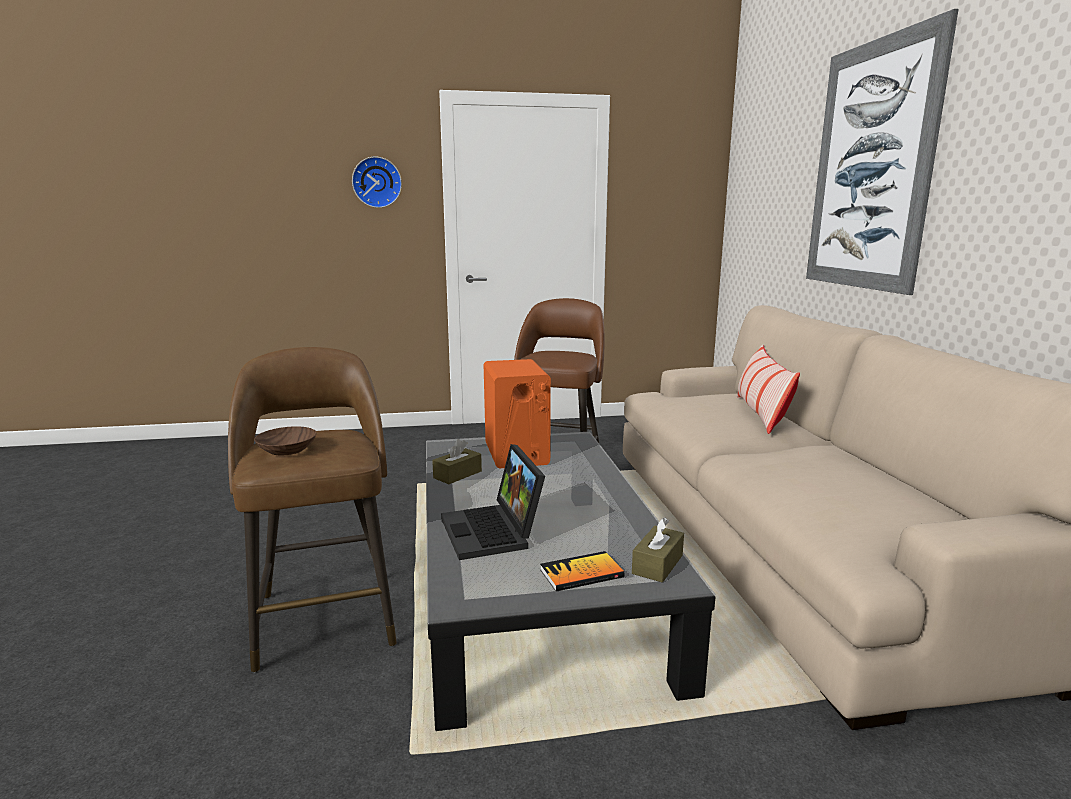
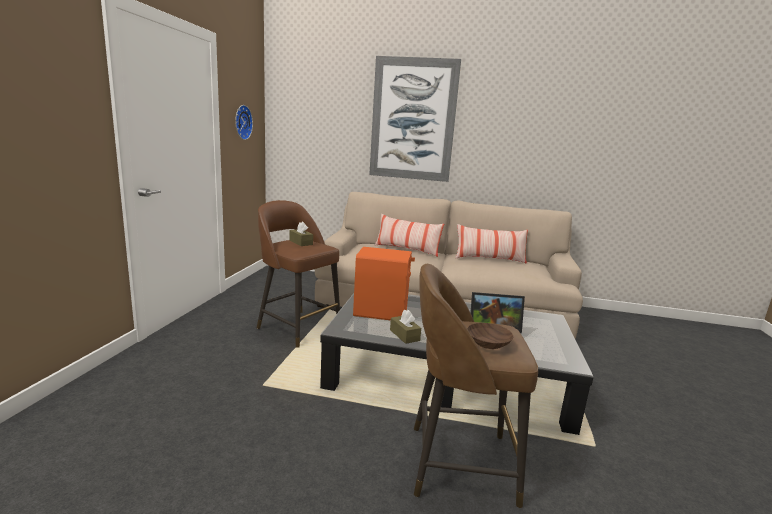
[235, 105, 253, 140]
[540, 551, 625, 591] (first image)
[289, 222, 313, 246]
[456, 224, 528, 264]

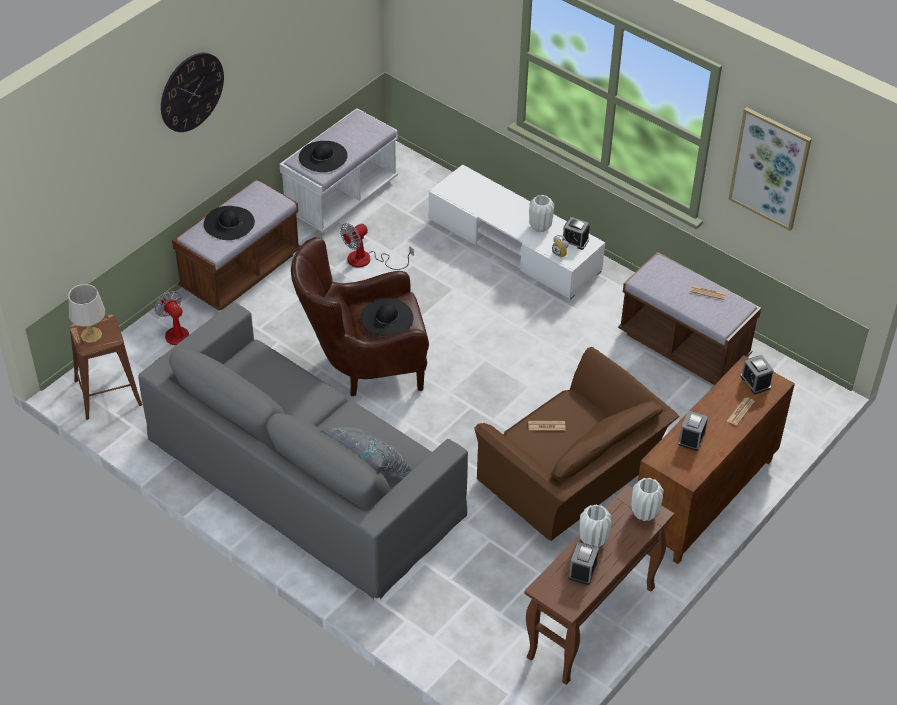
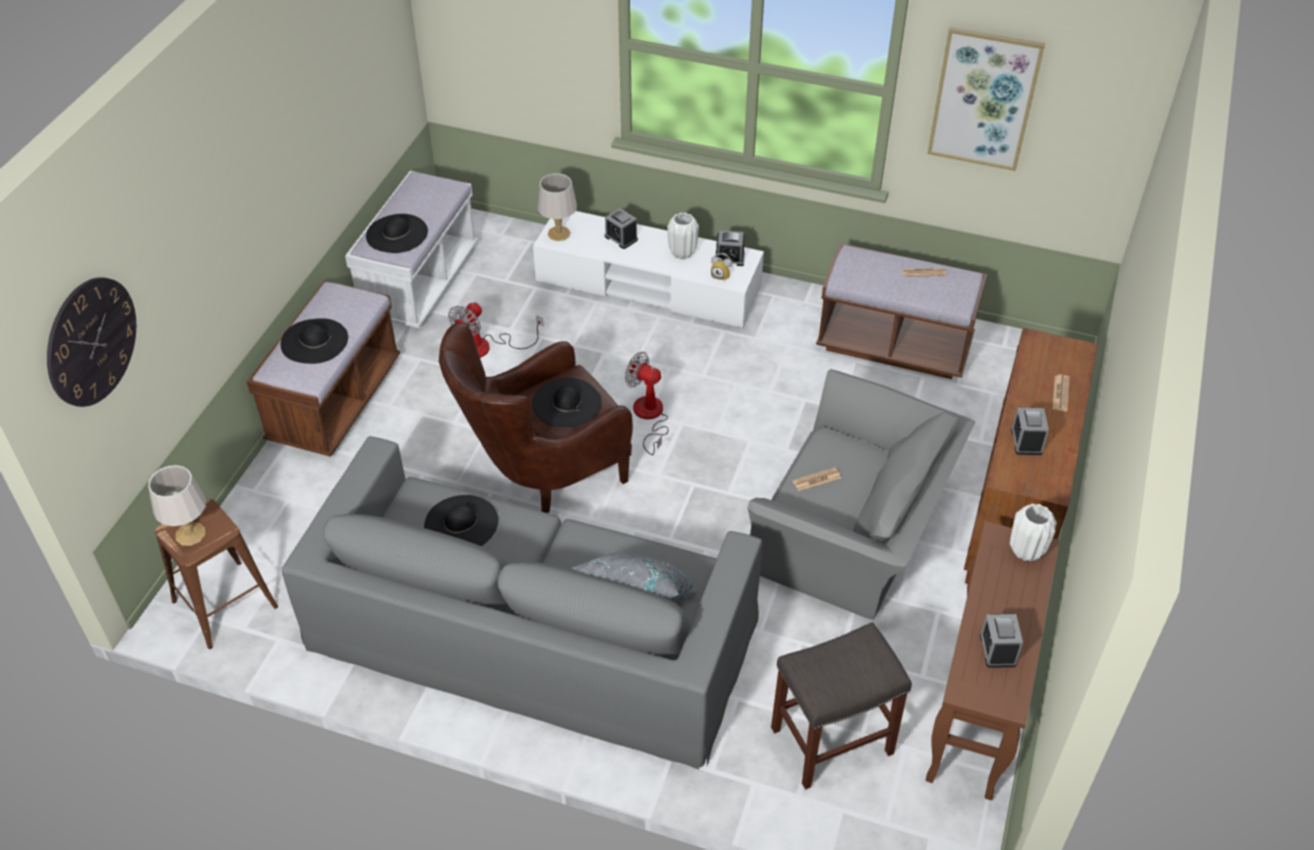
[625, 352, 668, 455]
[47, 277, 136, 407]
[747, 369, 975, 620]
[580, 504, 612, 547] (first image)
[605, 208, 638, 249]
[424, 495, 498, 546]
[538, 173, 577, 241]
[771, 622, 912, 790]

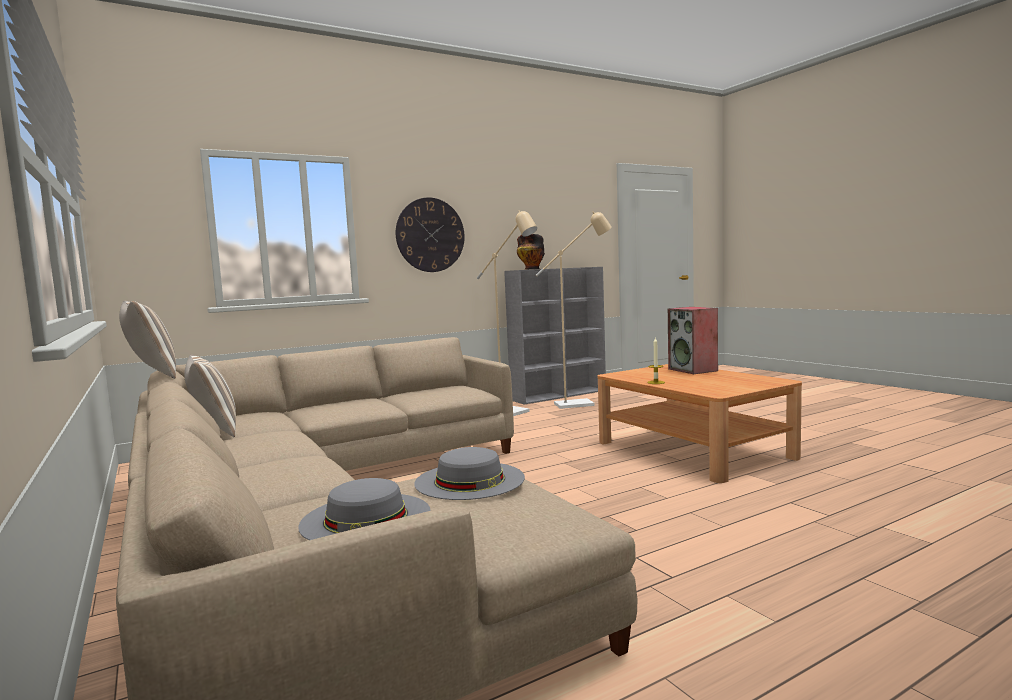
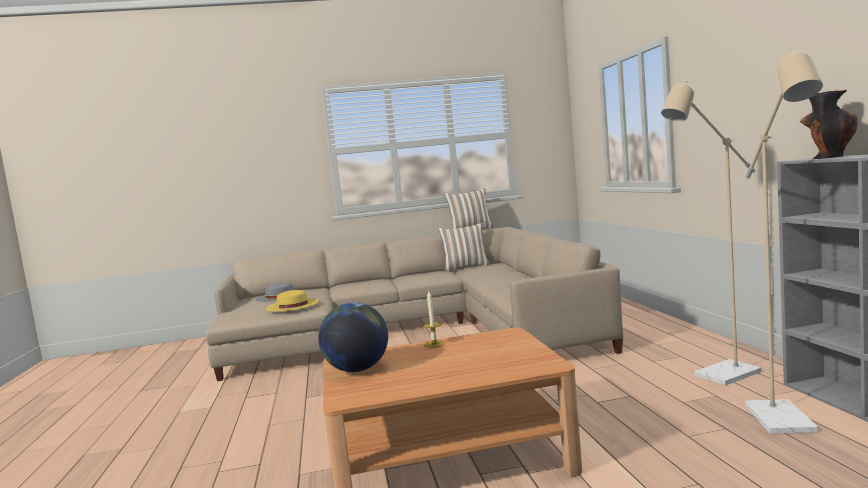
[396, 197, 465, 272] (first image)
[266, 290, 319, 312]
[668, 307, 718, 374] (first image)
[318, 302, 388, 372]

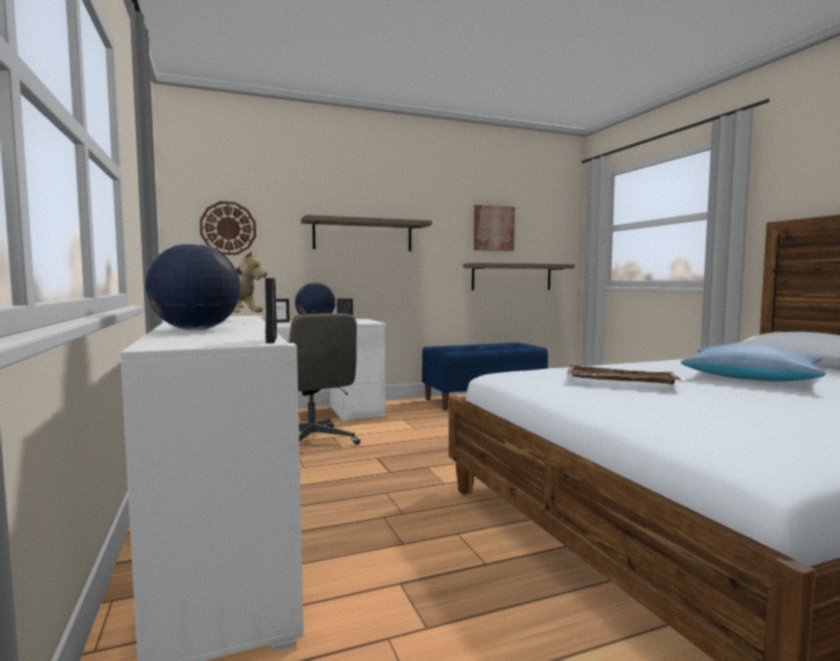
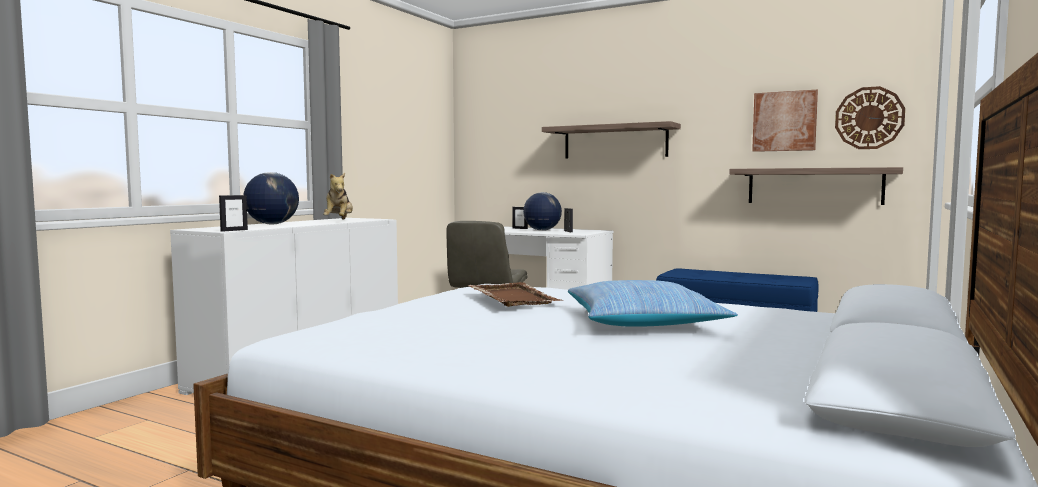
[835, 86, 905, 149]

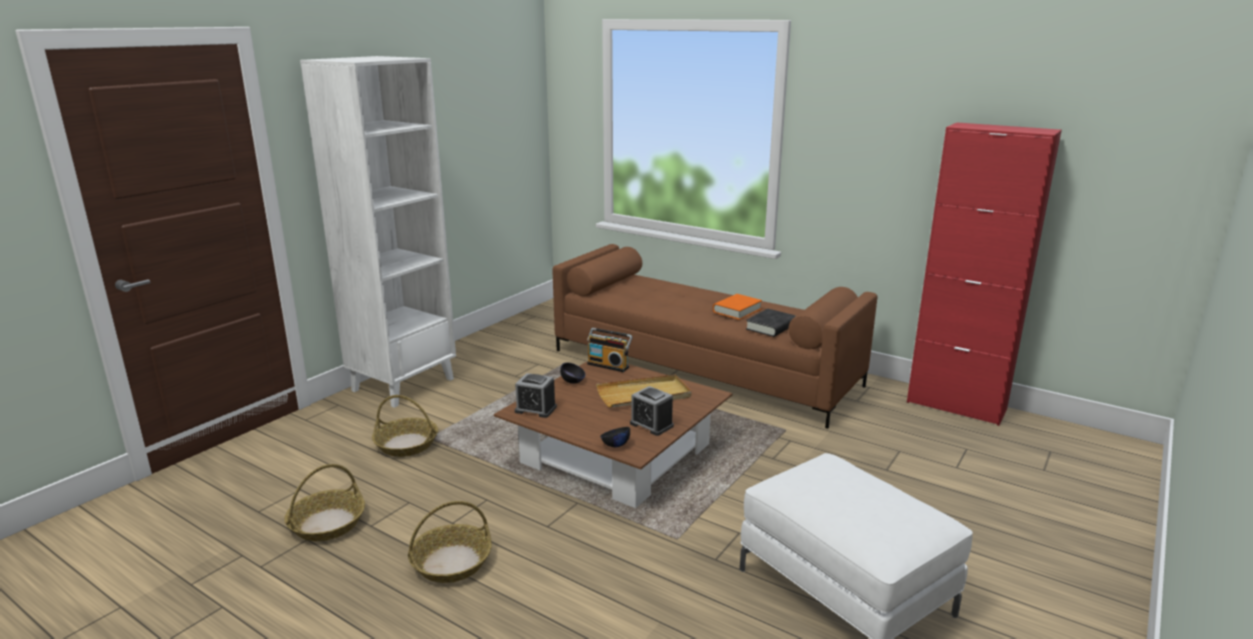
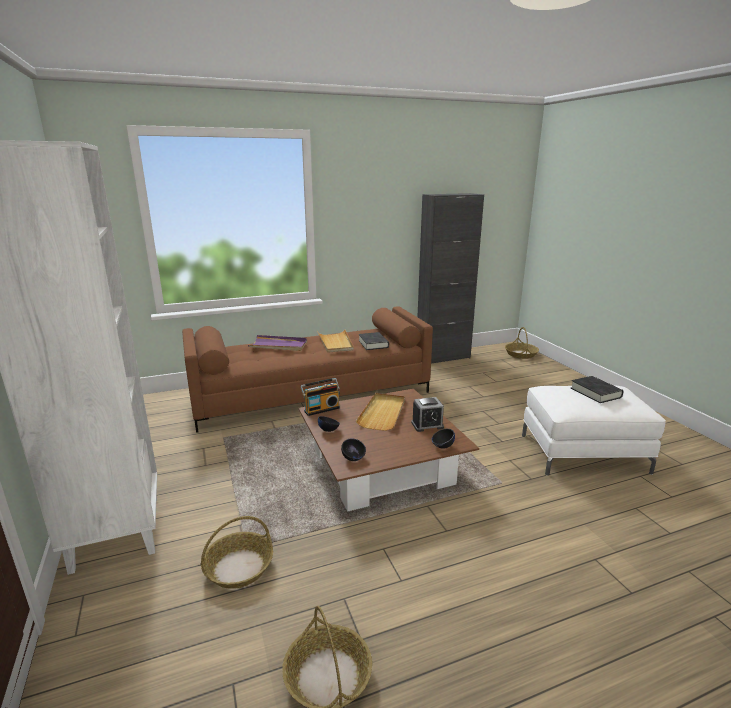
[505, 327, 539, 359]
[341, 438, 366, 461]
[317, 329, 354, 353]
[417, 193, 484, 364]
[248, 335, 307, 351]
[571, 376, 624, 403]

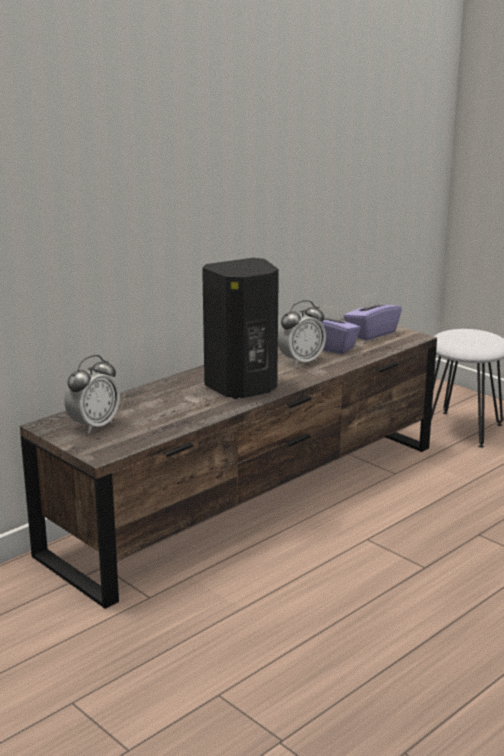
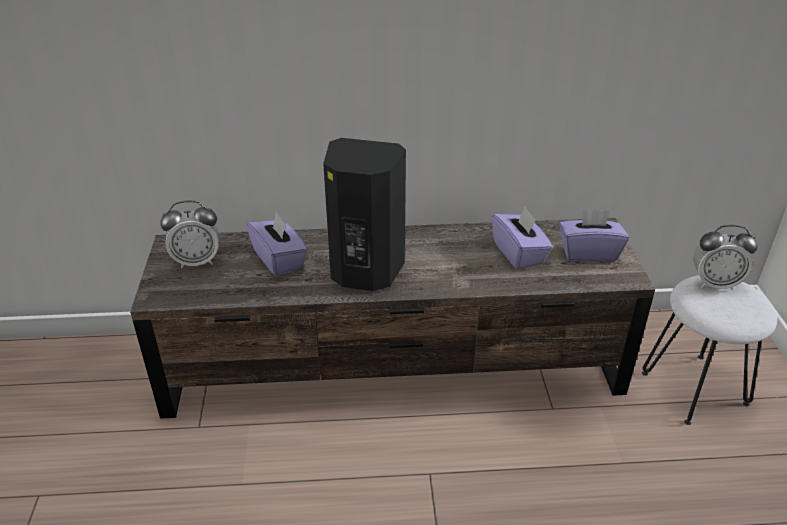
[693, 225, 758, 290]
[247, 211, 308, 276]

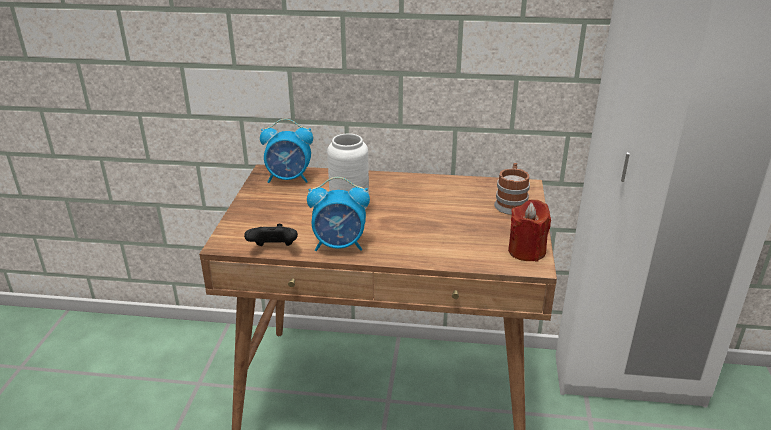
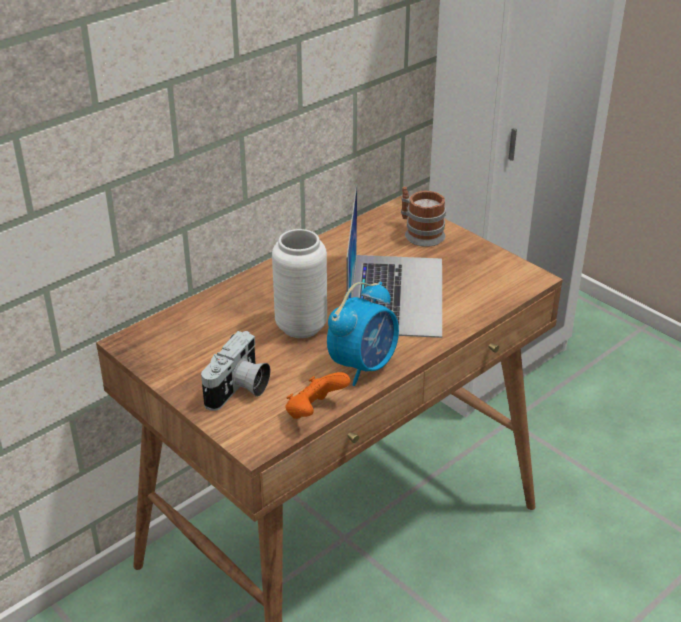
[285, 372, 350, 419]
[260, 119, 313, 183] (first image)
[508, 199, 551, 262] (first image)
[201, 331, 270, 411]
[346, 184, 442, 338]

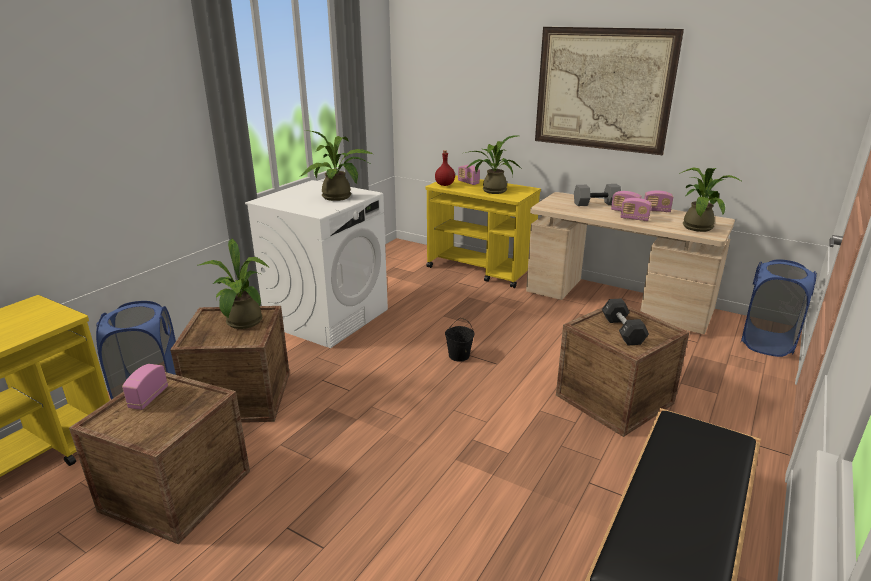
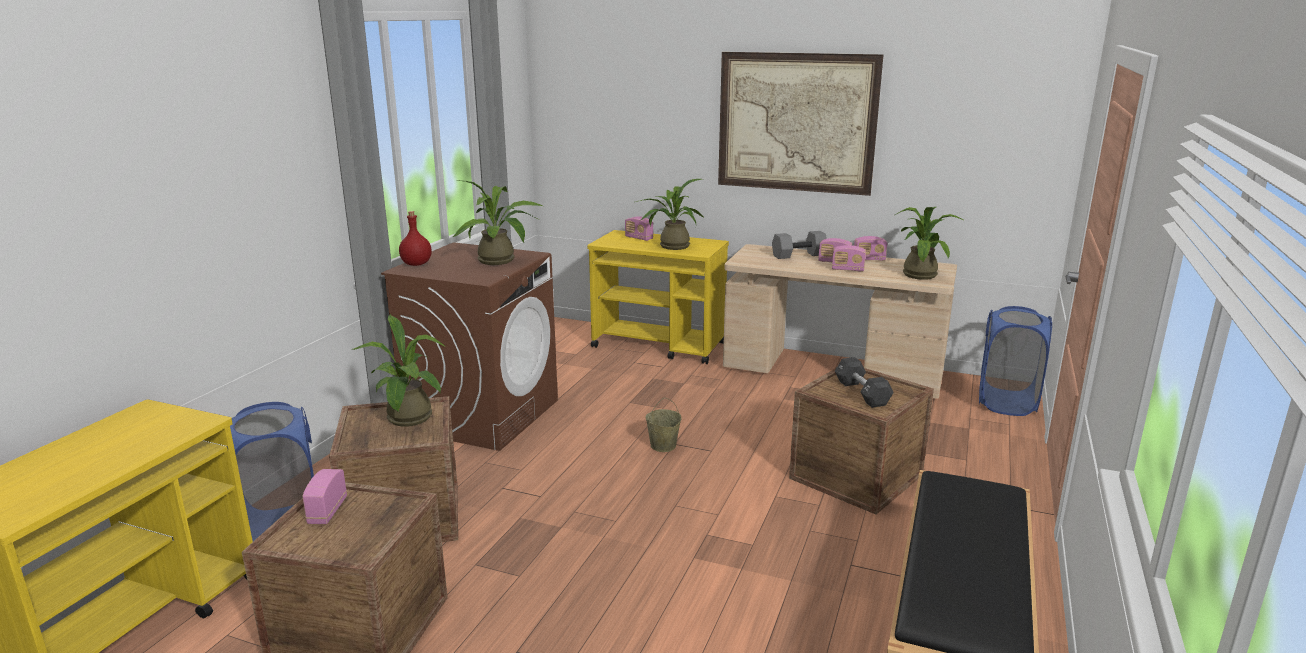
[381, 242, 558, 451]
[399, 211, 432, 266]
[646, 398, 682, 452]

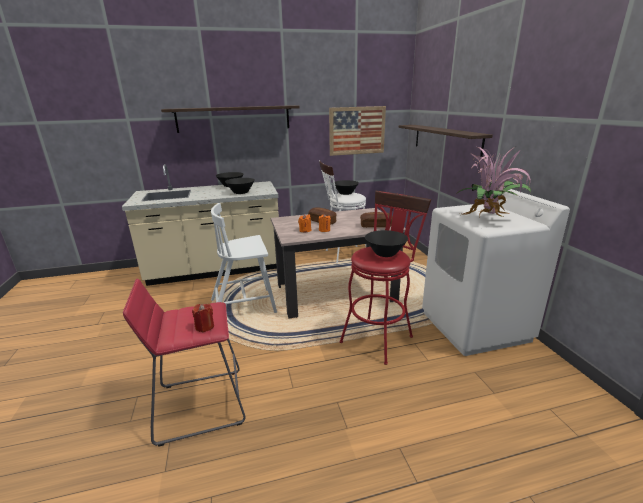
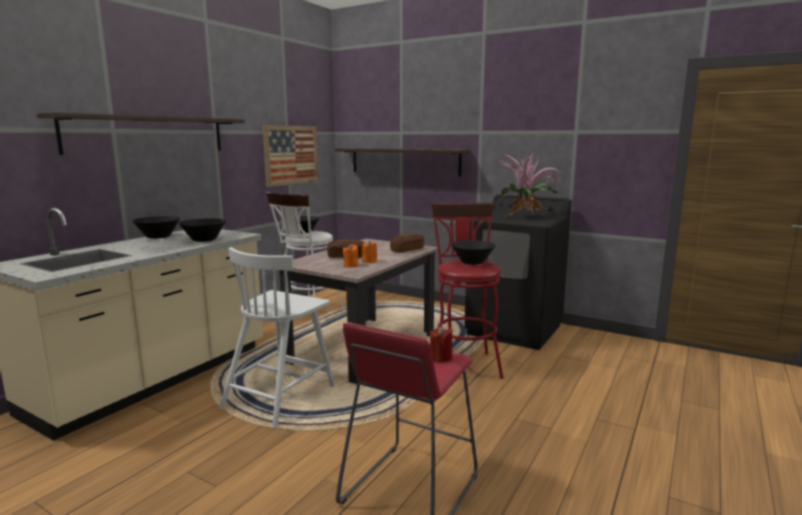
[465, 194, 572, 350]

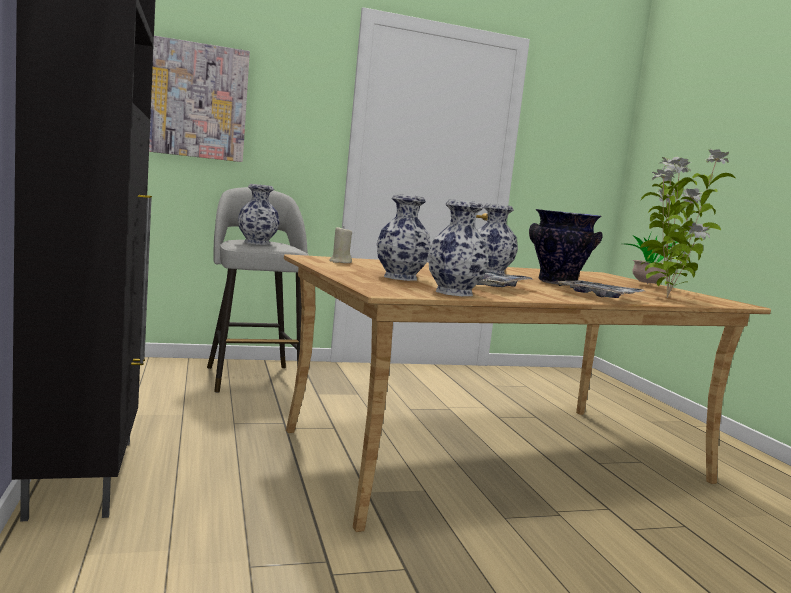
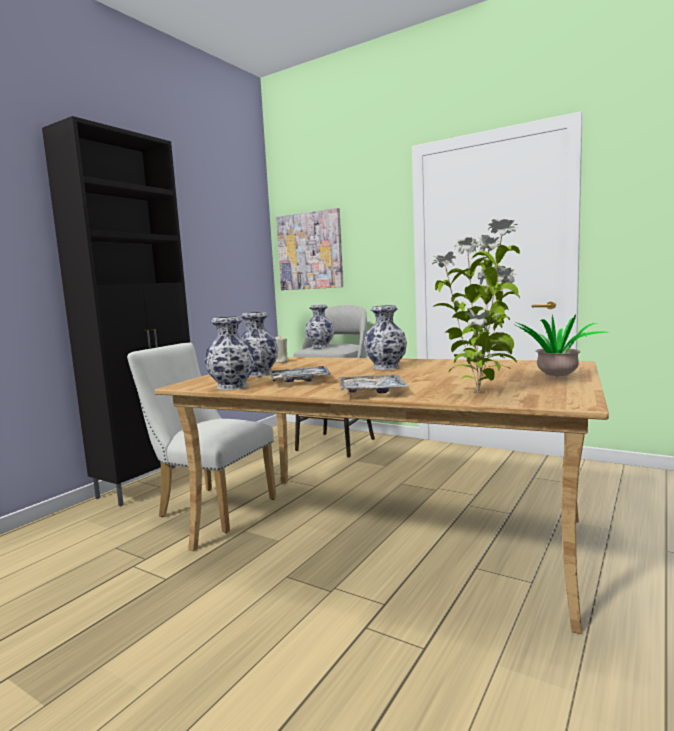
[529, 209, 603, 286] (first image)
[127, 343, 276, 533]

